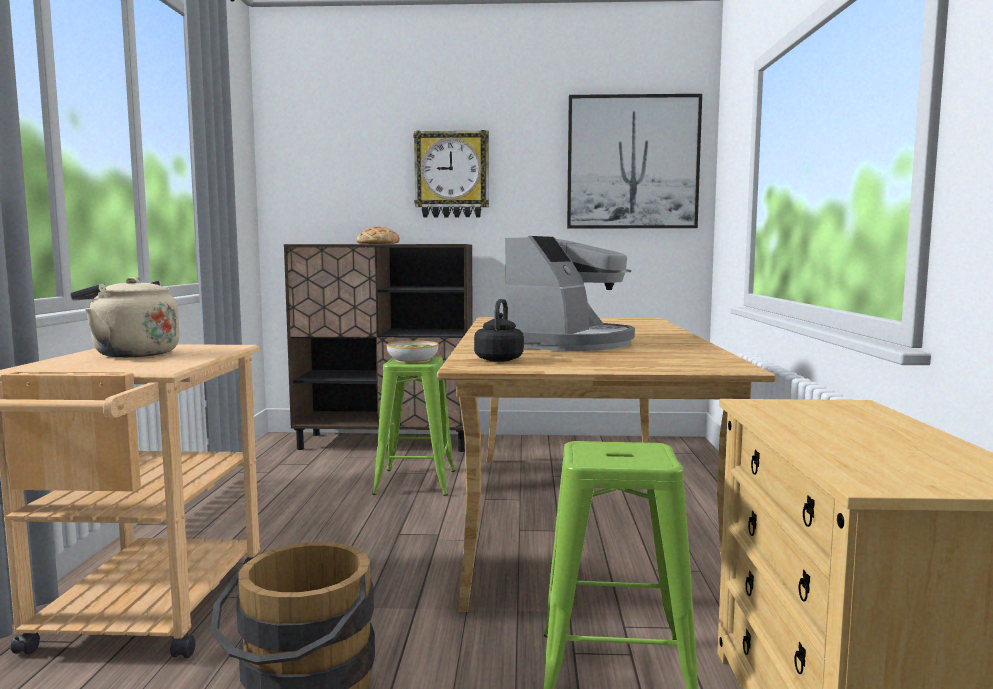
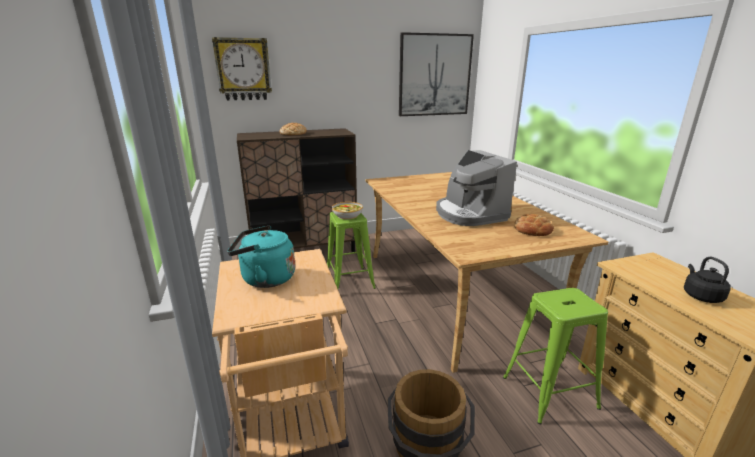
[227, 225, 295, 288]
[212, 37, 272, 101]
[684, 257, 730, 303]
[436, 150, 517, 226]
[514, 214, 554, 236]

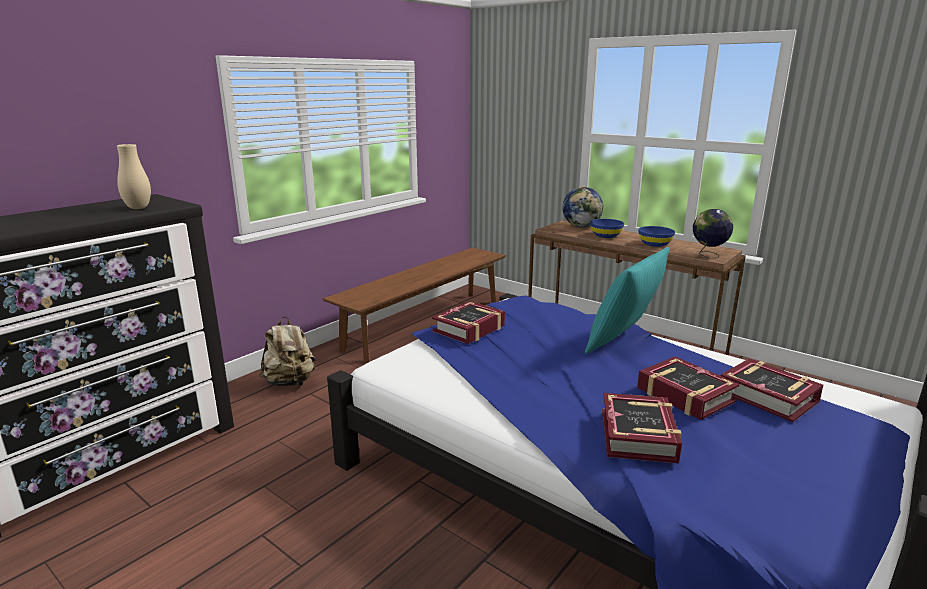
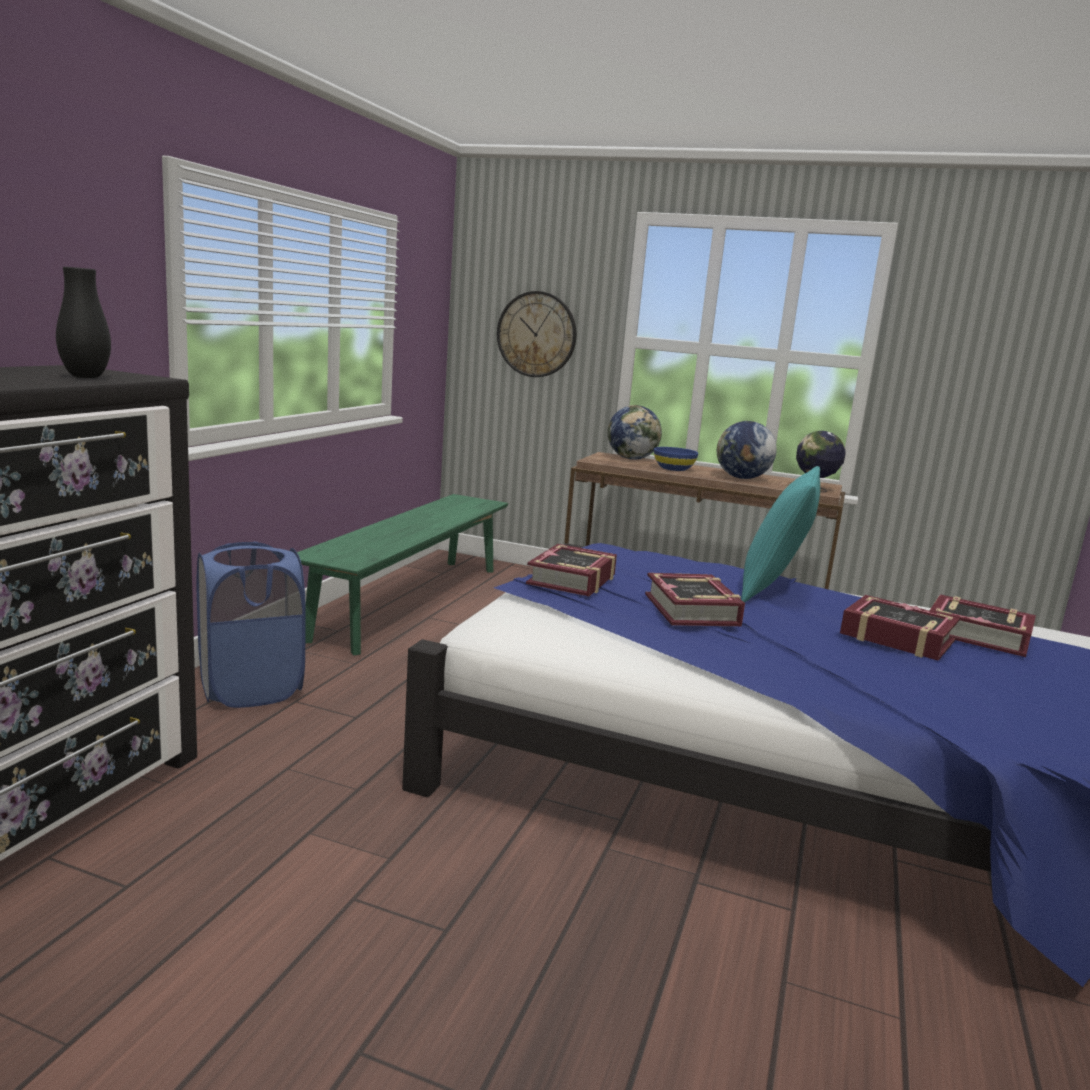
[56, 267, 111, 378]
[197, 541, 306, 708]
[297, 494, 508, 656]
[645, 573, 745, 626]
[717, 421, 777, 479]
[497, 291, 577, 377]

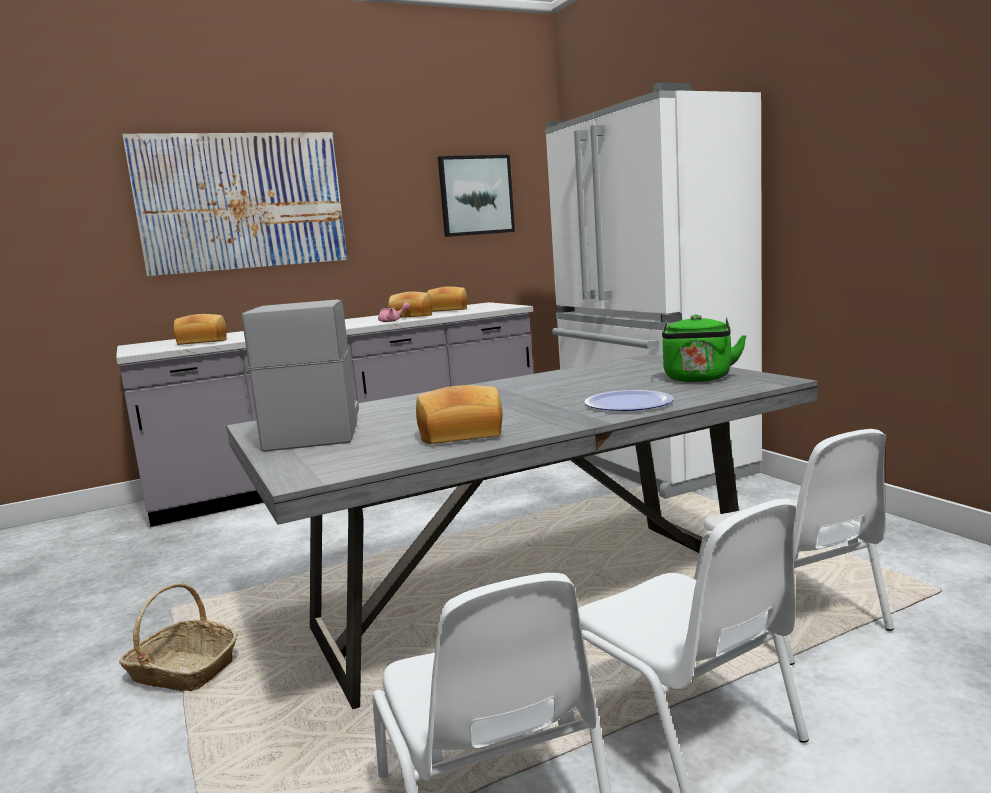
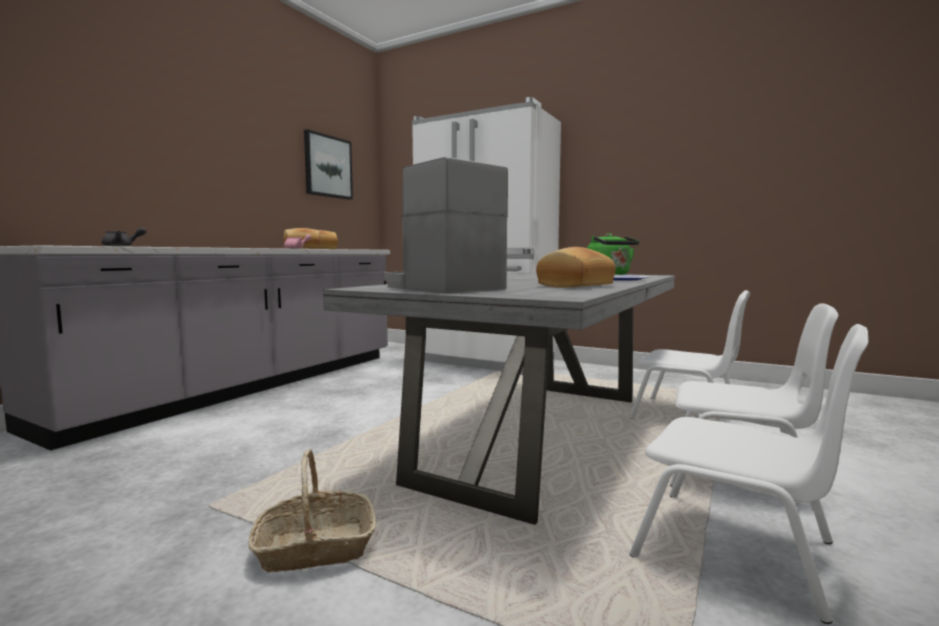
[122, 132, 347, 276] (first image)
[102, 227, 146, 247]

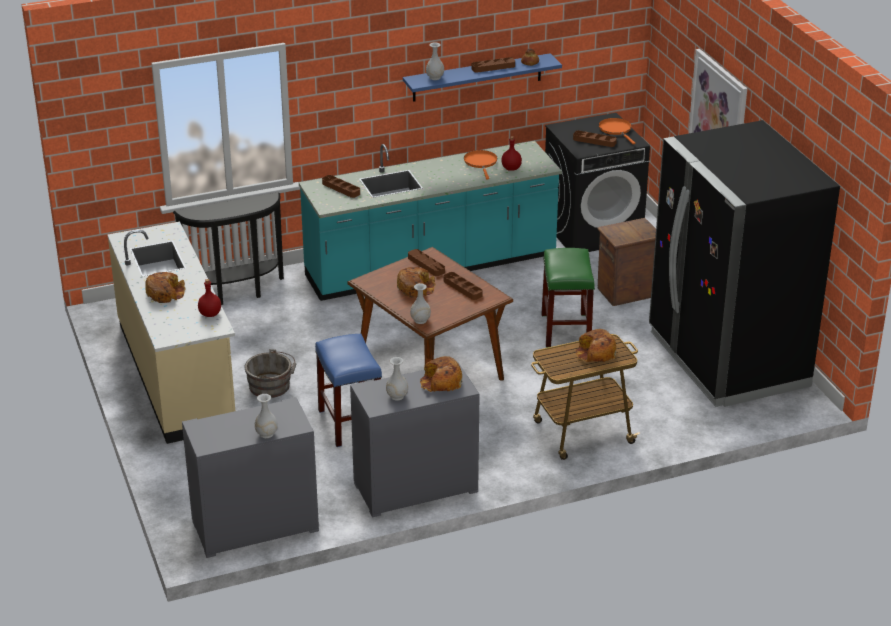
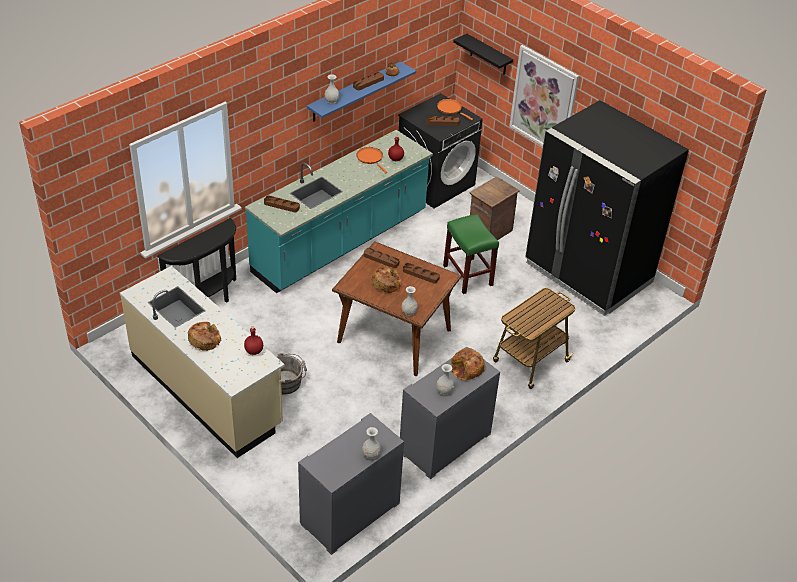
[315, 333, 382, 447] (first image)
[575, 329, 617, 362] (first image)
[453, 34, 513, 75]

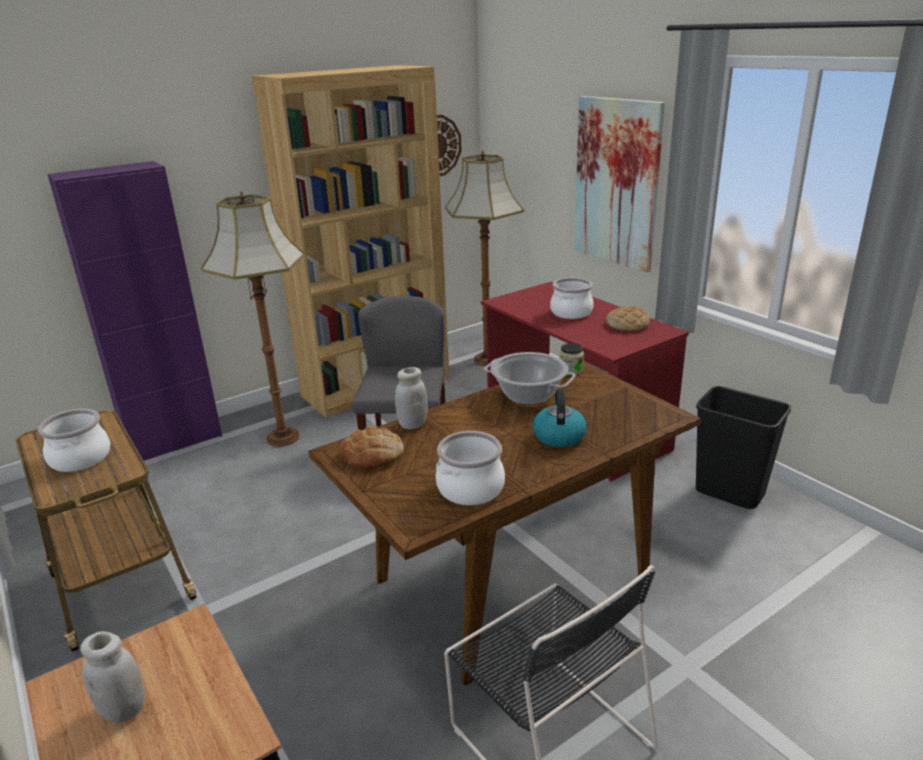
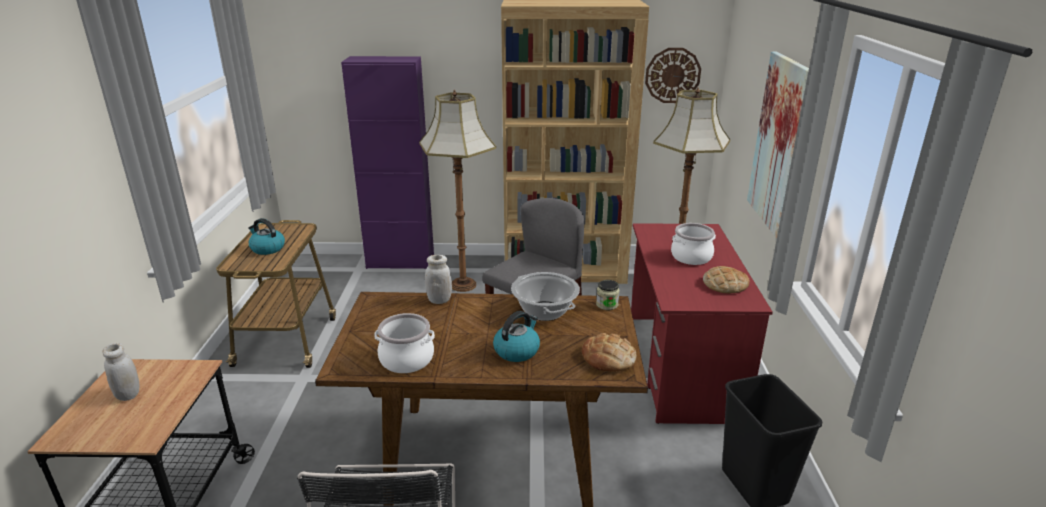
[248, 218, 285, 255]
[582, 333, 637, 372]

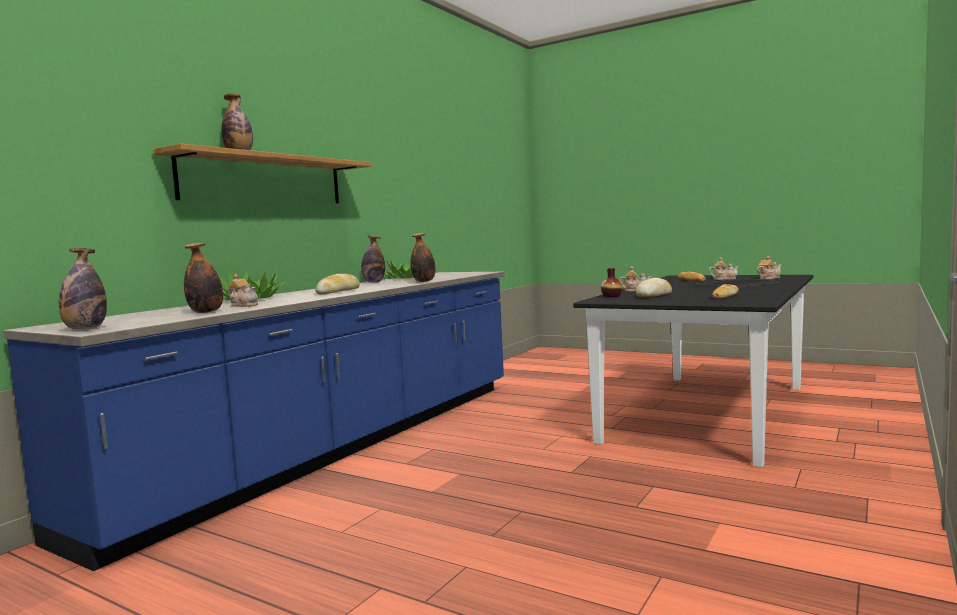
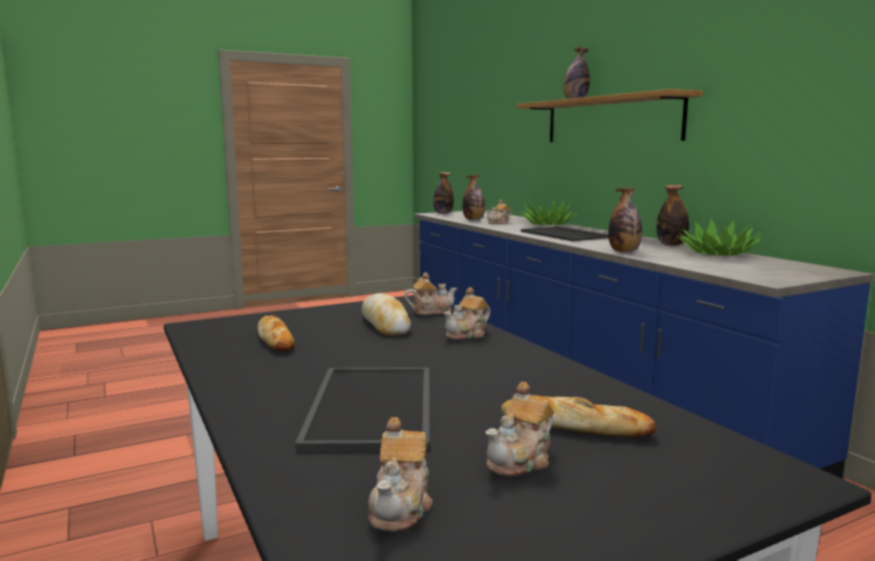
[521, 226, 609, 241]
[405, 272, 457, 315]

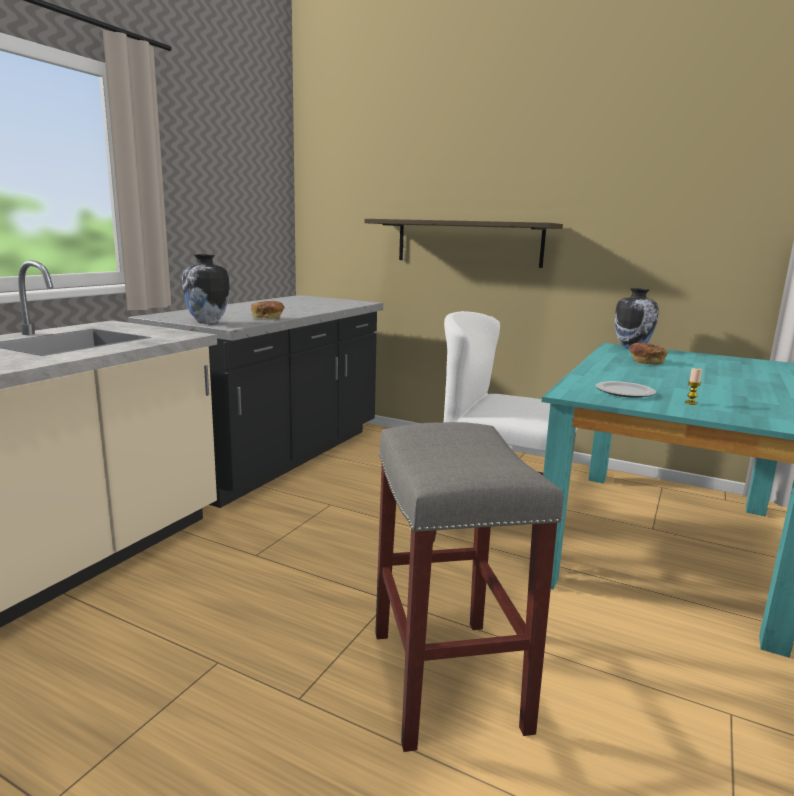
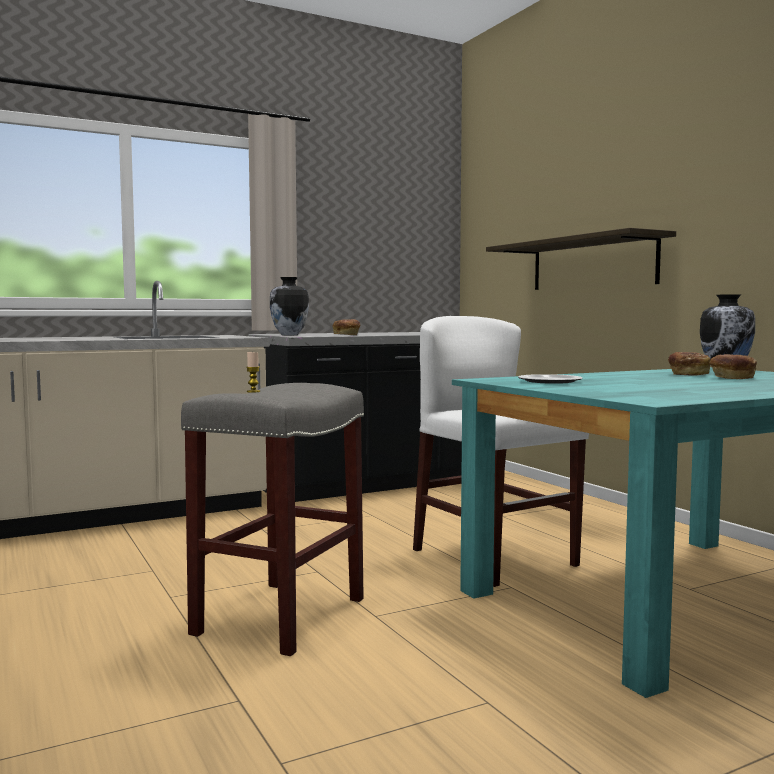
[246, 352, 260, 392]
[709, 354, 757, 379]

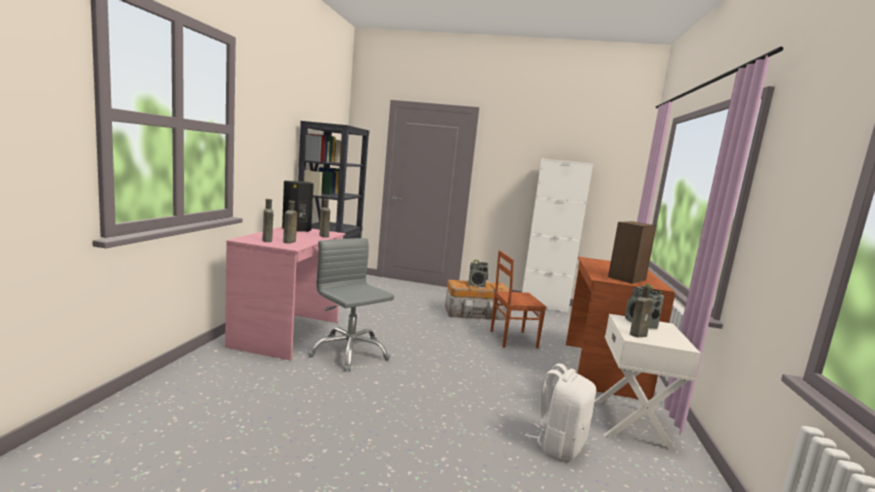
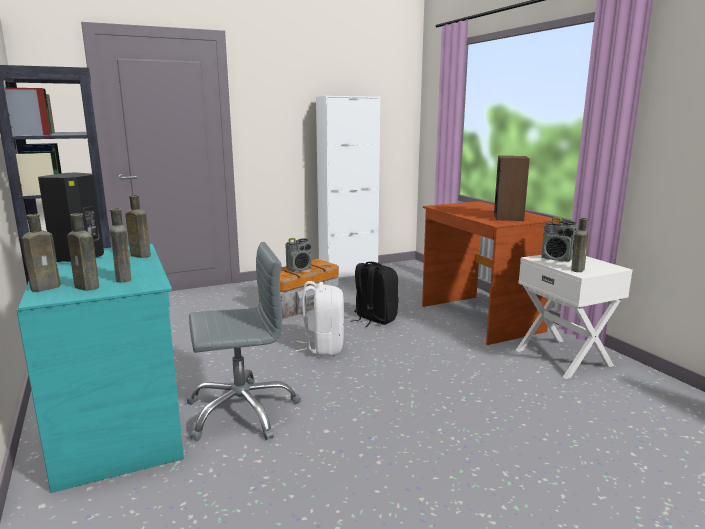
[16, 244, 184, 493]
[187, 242, 301, 441]
[351, 262, 399, 327]
[295, 281, 344, 356]
[21, 214, 61, 292]

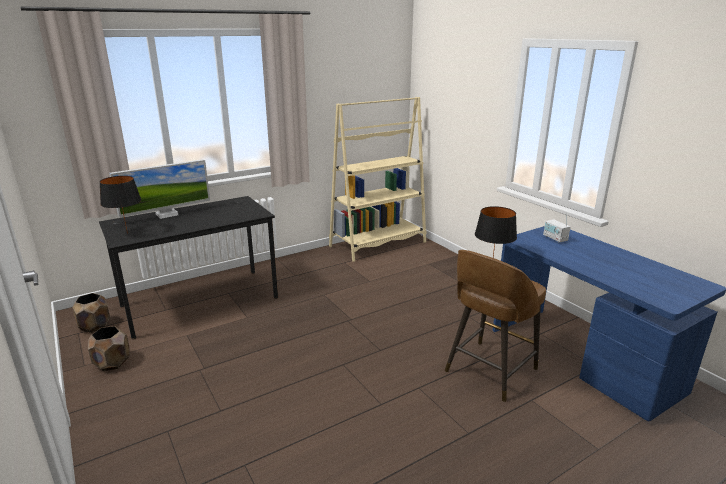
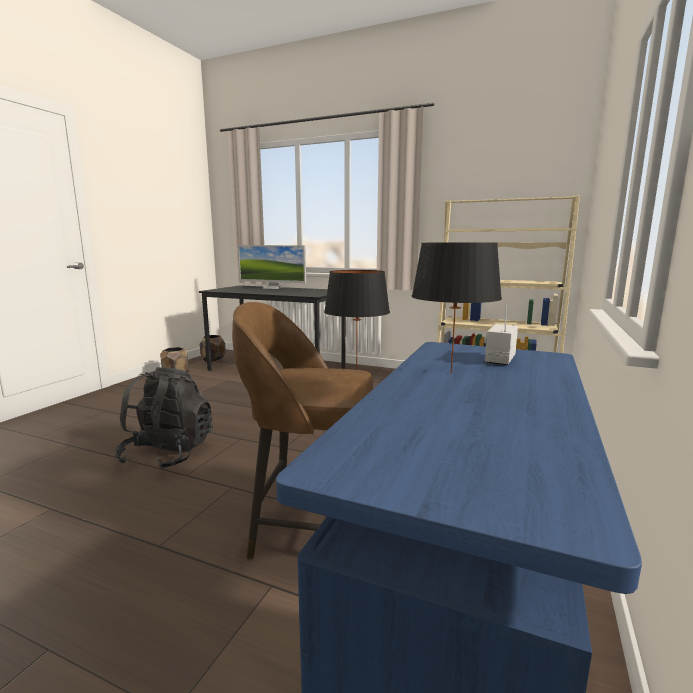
[412, 243, 502, 373]
[115, 367, 213, 470]

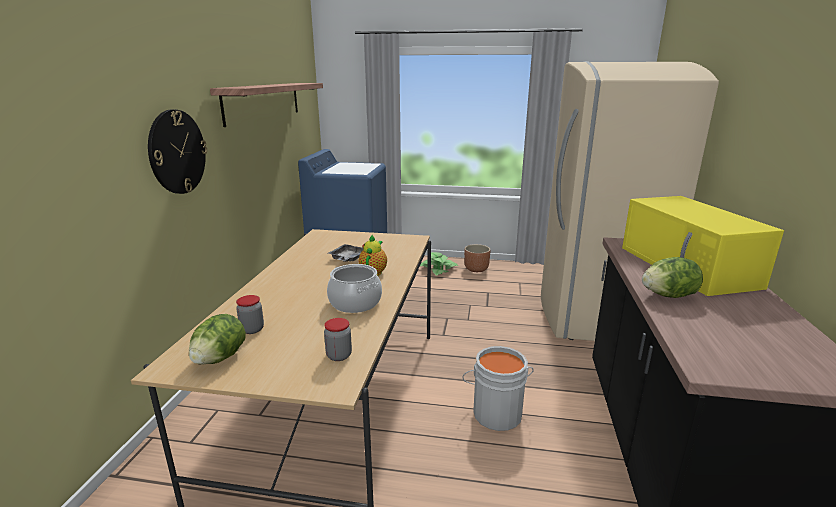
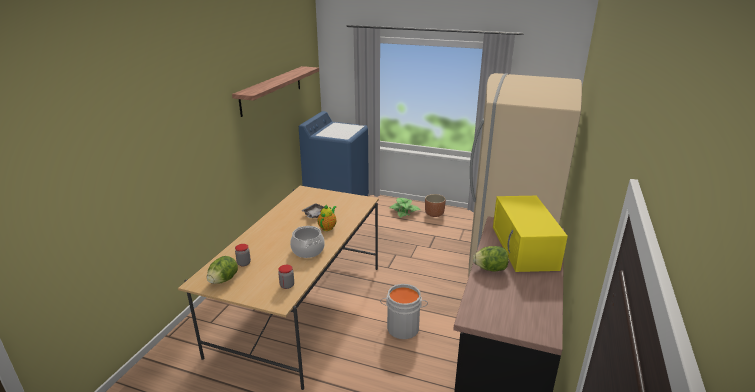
[148, 109, 207, 194] (first image)

